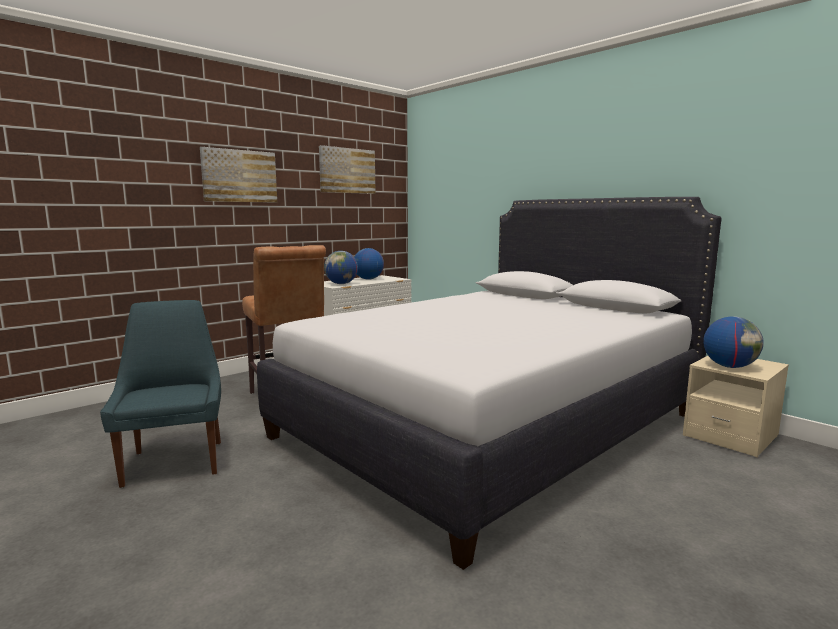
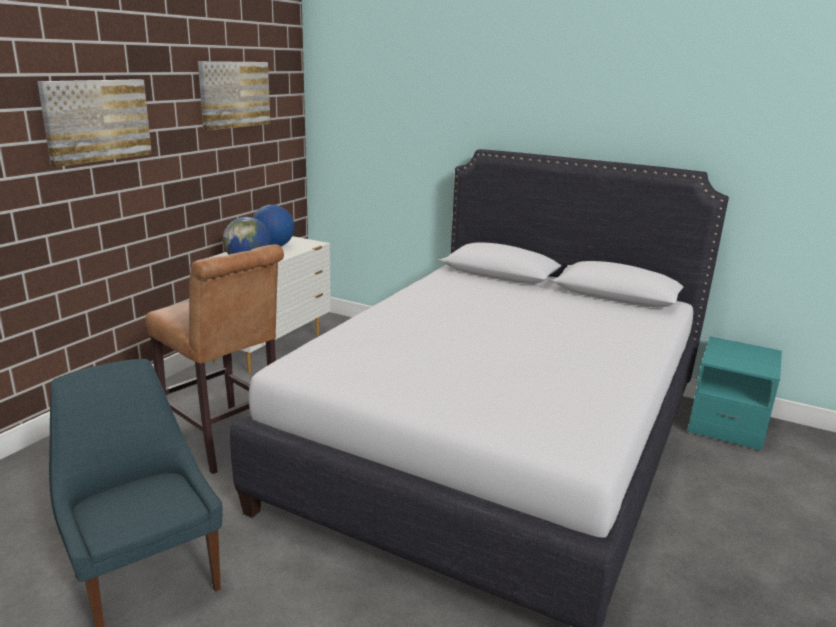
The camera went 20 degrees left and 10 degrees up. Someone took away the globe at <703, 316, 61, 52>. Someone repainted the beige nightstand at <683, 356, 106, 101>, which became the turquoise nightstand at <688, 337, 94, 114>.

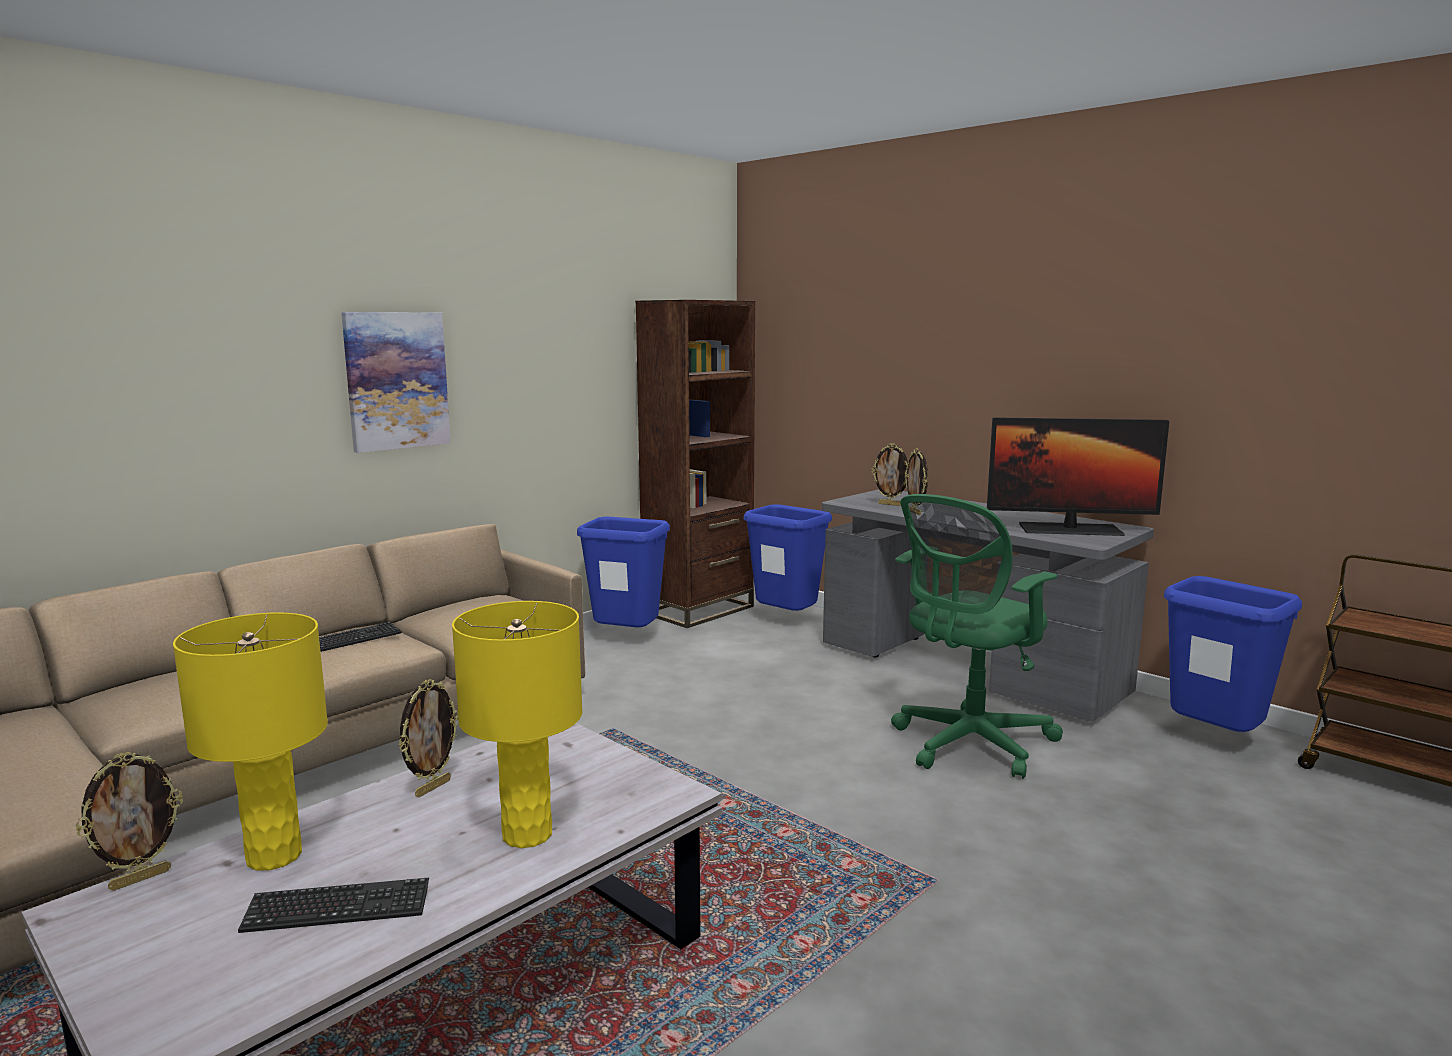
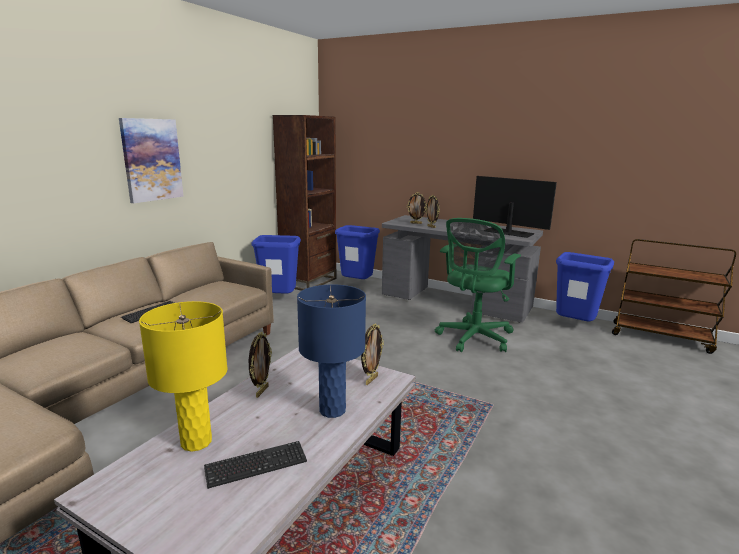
The camera went 15 degrees left and 5 degrees up. Someone carried the picture frame from <76, 752, 107, 139> to <361, 324, 23, 61>. Someone repainted the yellow table lamp at <452, 601, 131, 247>, which became the blue table lamp at <297, 284, 69, 134>. Someone rotated the monitor at <987, 417, 182, 119> by 135 degrees counterclockwise.

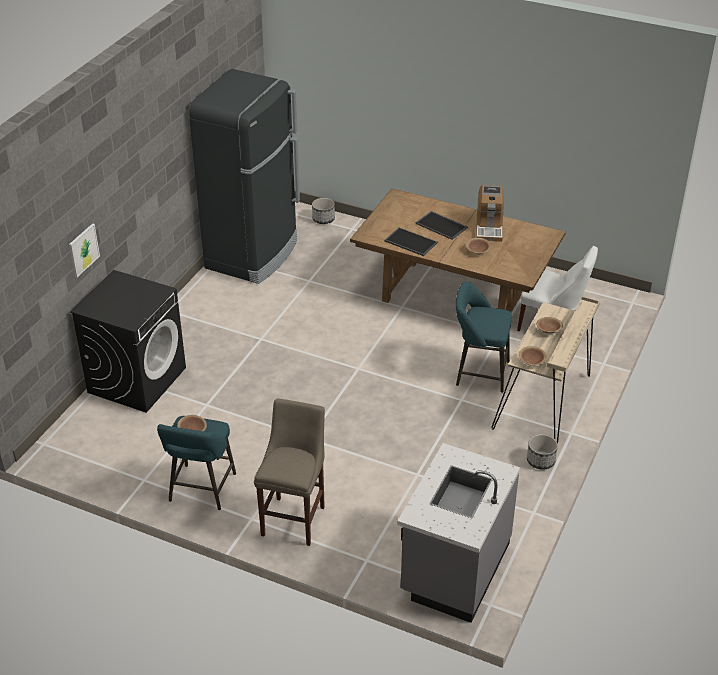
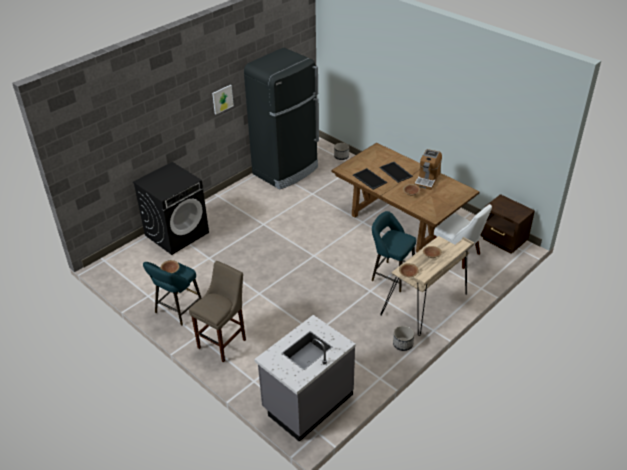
The camera went 20 degrees right and 0 degrees up. Someone put down the brown nightstand at <481, 194, 54, 60>. Someone carried the picture from <69, 223, 31, 54> to <212, 85, 22, 30>.

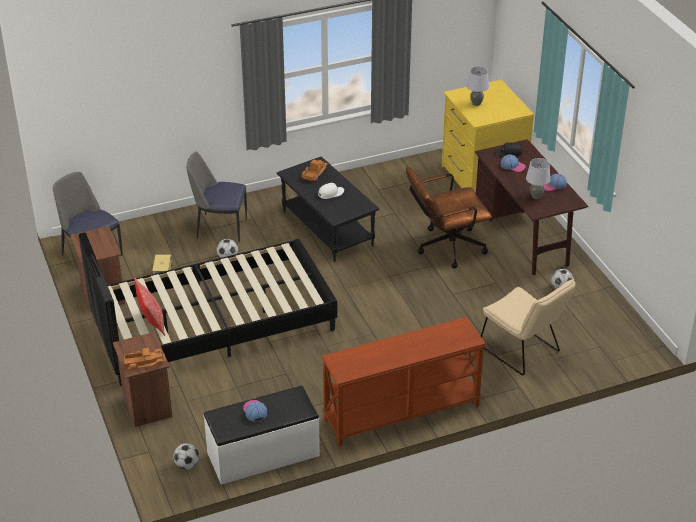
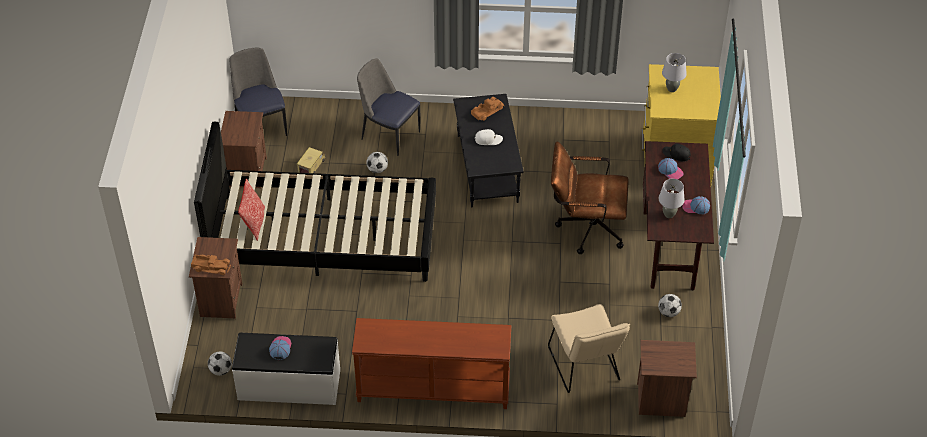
The camera went 25 degrees right and 10 degrees up. Someone put down the brown nightstand at <637, 340, 60, 77>.

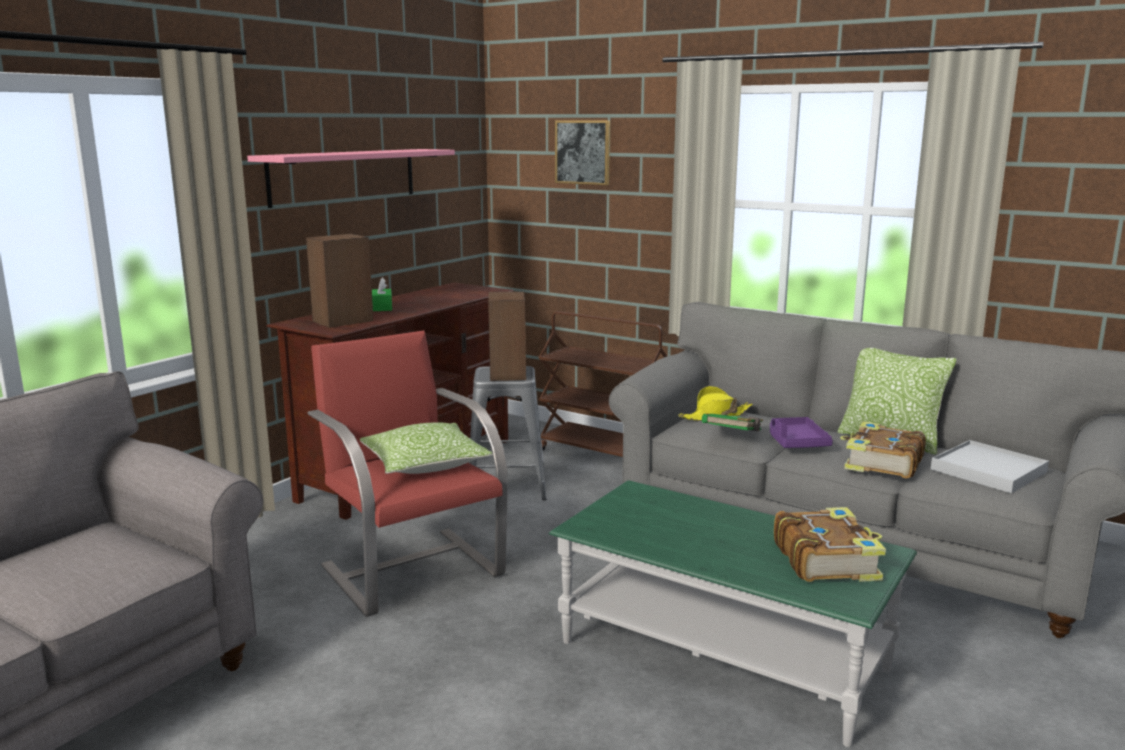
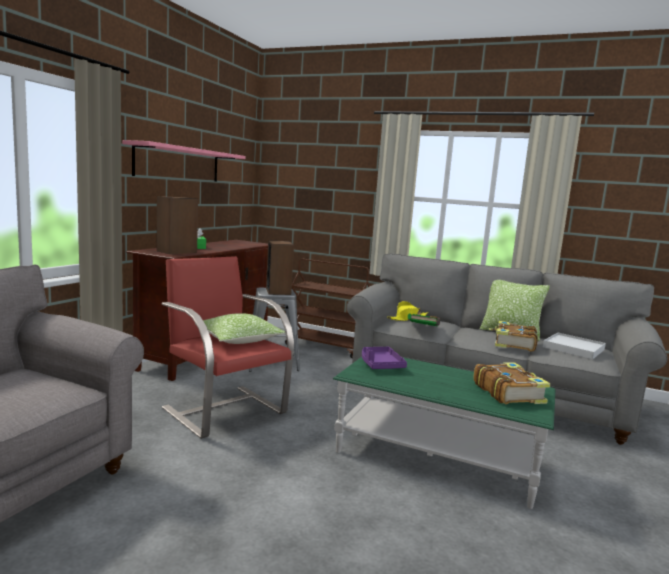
The camera went 10 degrees left and 5 degrees down. Someone took away the picture at <555, 120, 55, 65>. Someone carried the purple tray from <770, 417, 63, 31> to <362, 347, 45, 22>.

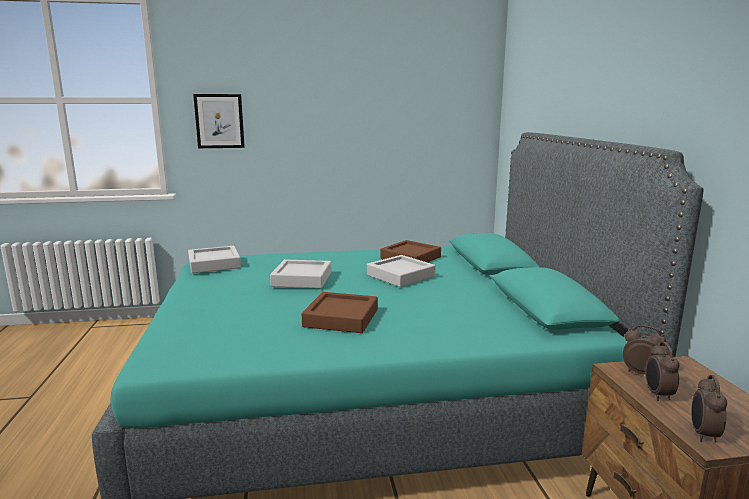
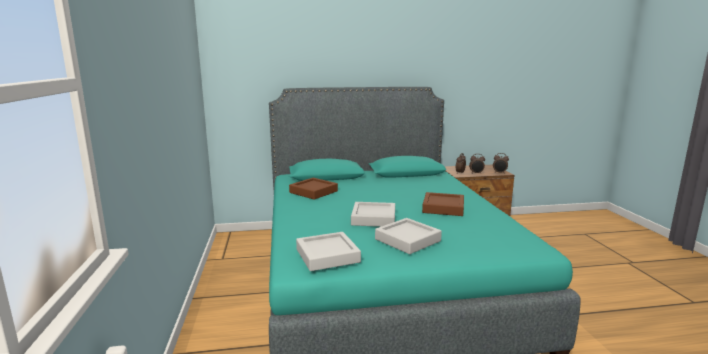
The camera went 90 degrees left and 0 degrees up. Someone took away the picture at <193, 94, 52, 54>. Someone carried the grey tray from <367, 255, 69, 32> to <375, 218, 67, 36>.

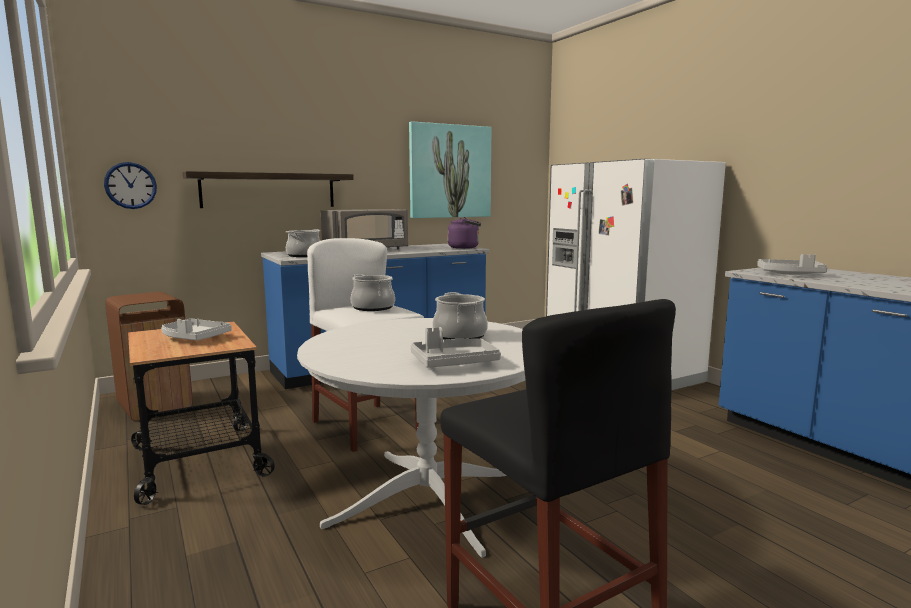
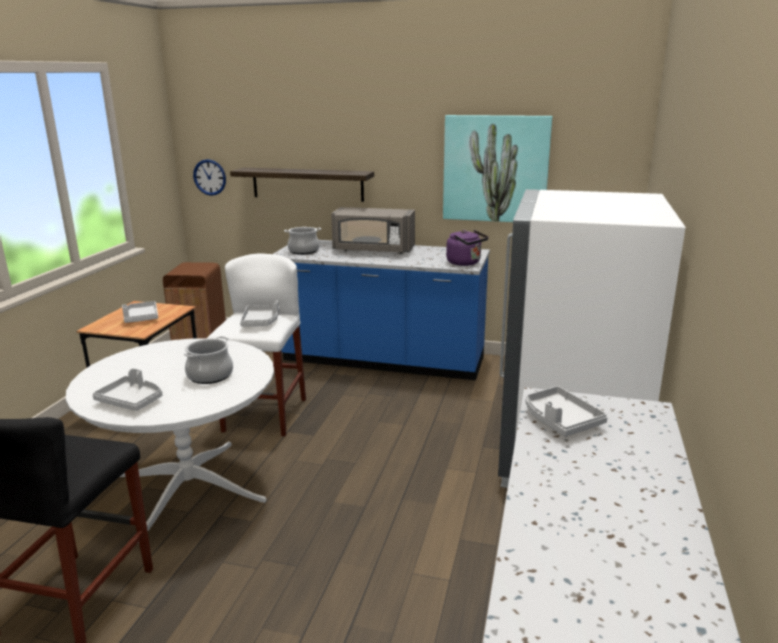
The camera went 45 degrees right and 10 degrees up. Someone swapped the cooking pot at <350, 274, 45, 37> for the grey tray at <240, 300, 40, 26>.

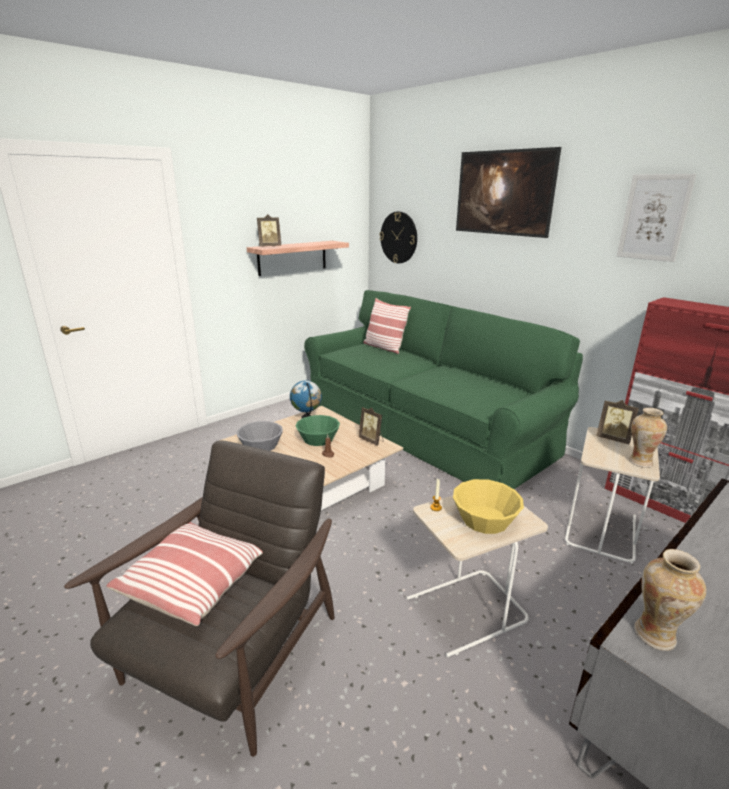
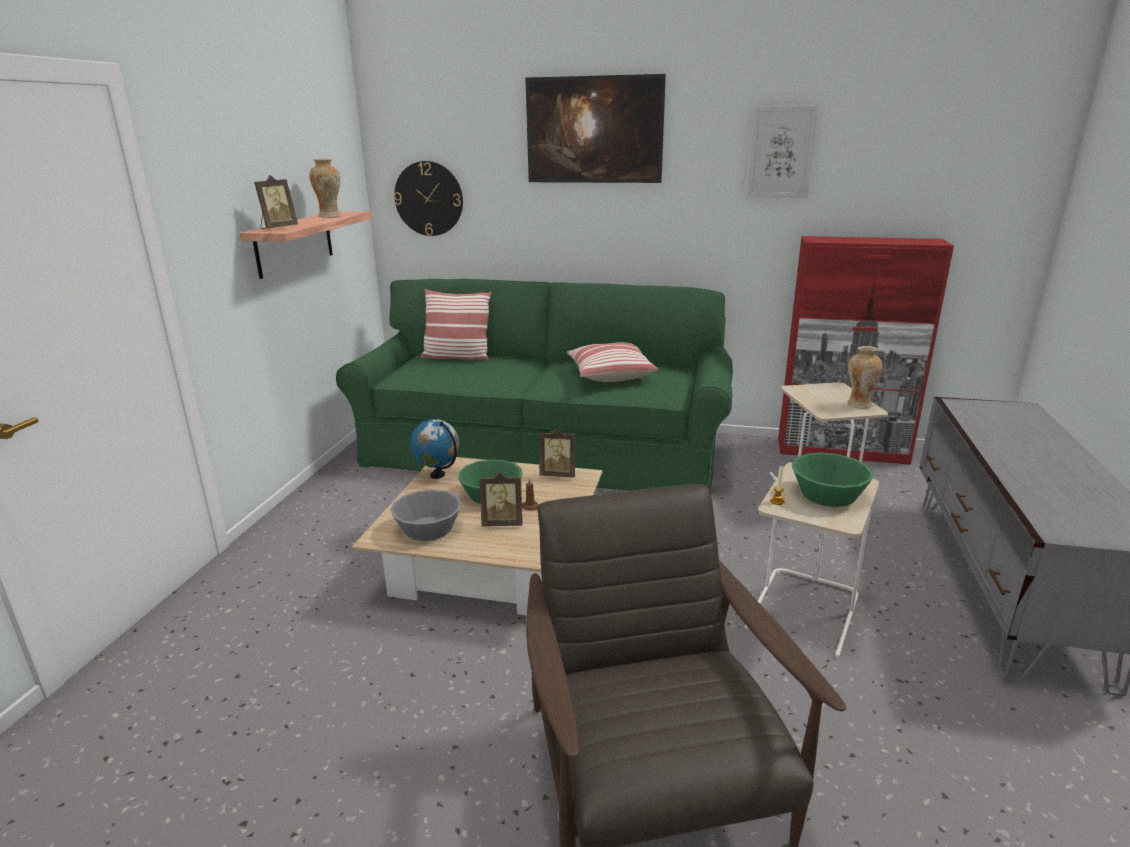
The camera went 35 degrees left and 0 degrees up. Someone carried the pillow from <106, 522, 157, 104> to <567, 342, 91, 40>. Someone carried the picture frame from <596, 400, 43, 44> to <480, 472, 42, 54>. Someone carried the vase from <634, 549, 72, 102> to <309, 159, 31, 59>. Someone repainted the yellow bowl at <453, 479, 71, 55>, which became the green bowl at <791, 453, 83, 54>.

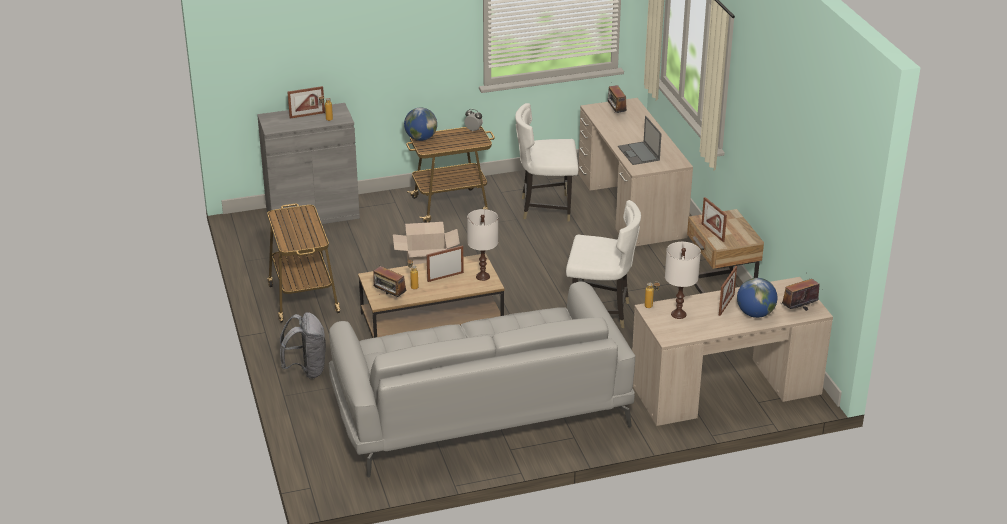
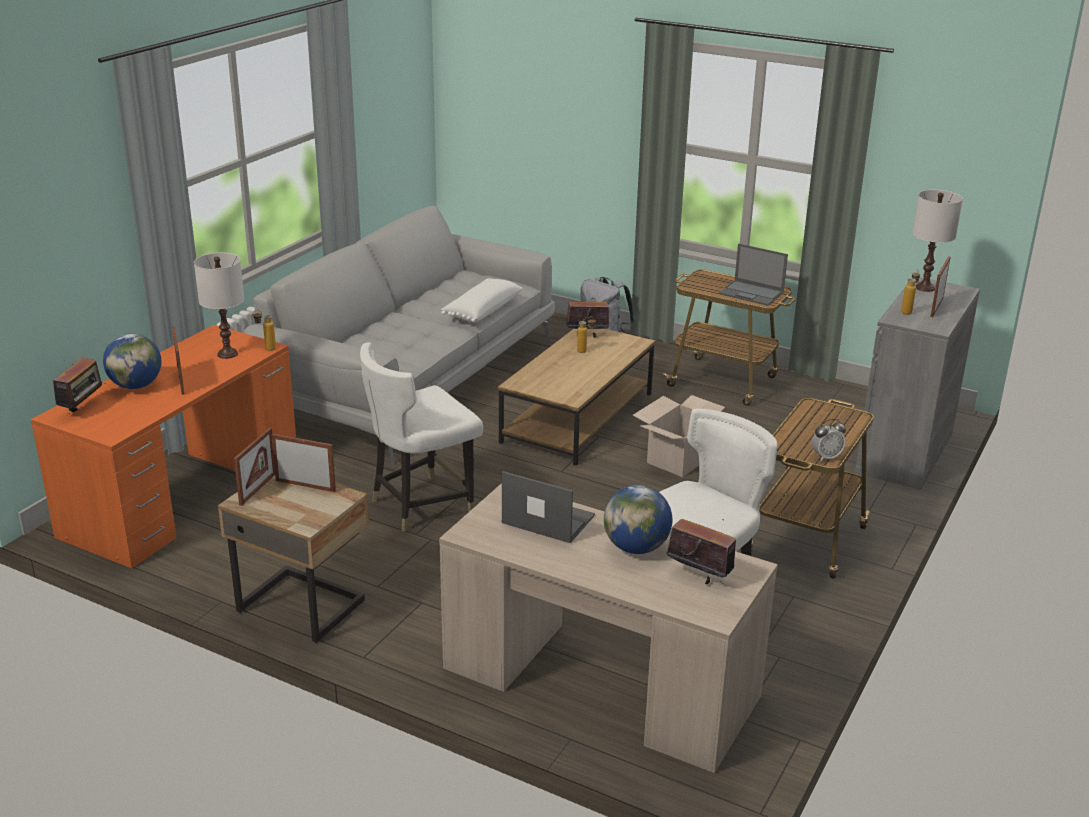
The camera went 135 degrees right and 5 degrees down. Someone put down the white pillow at <441, 278, 82, 45>. Someone put down the laptop at <719, 243, 69, 63>. Someone carried the globe from <404, 108, 33, 33> to <604, 485, 68, 69>. Someone carried the picture frame from <427, 245, 37, 37> to <234, 428, 41, 78>. Someone carried the white table lamp from <467, 209, 31, 72> to <912, 190, 51, 102>. Someone repainted the beige desk at <632, 277, 201, 149>, which became the orange desk at <31, 325, 265, 243>.

